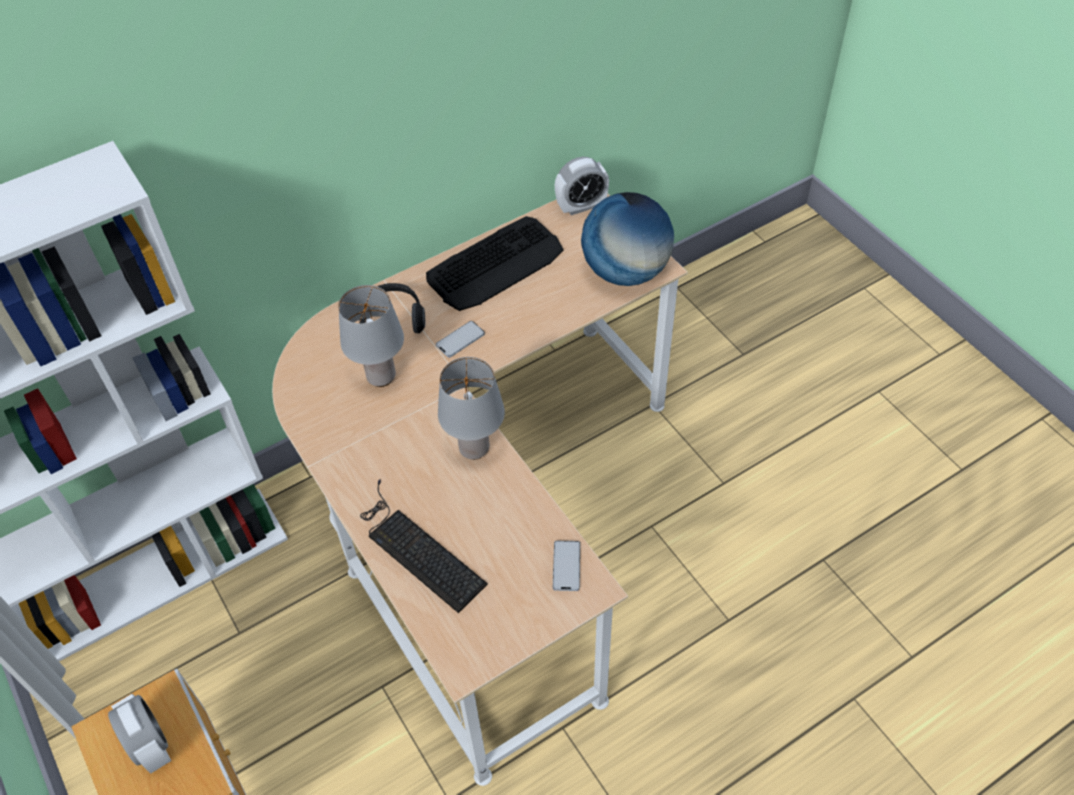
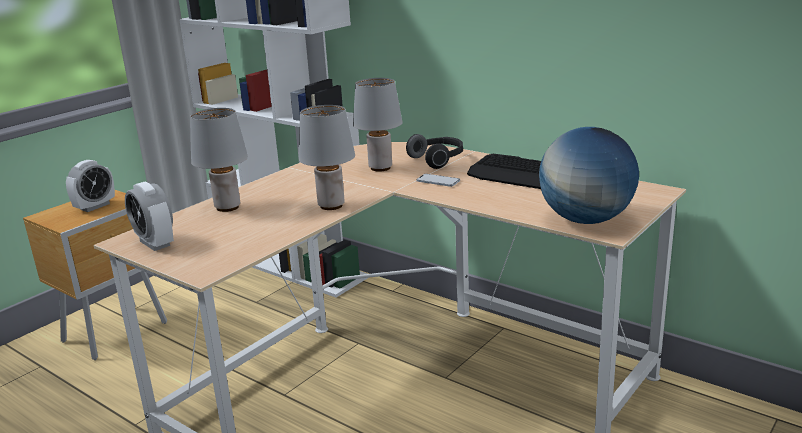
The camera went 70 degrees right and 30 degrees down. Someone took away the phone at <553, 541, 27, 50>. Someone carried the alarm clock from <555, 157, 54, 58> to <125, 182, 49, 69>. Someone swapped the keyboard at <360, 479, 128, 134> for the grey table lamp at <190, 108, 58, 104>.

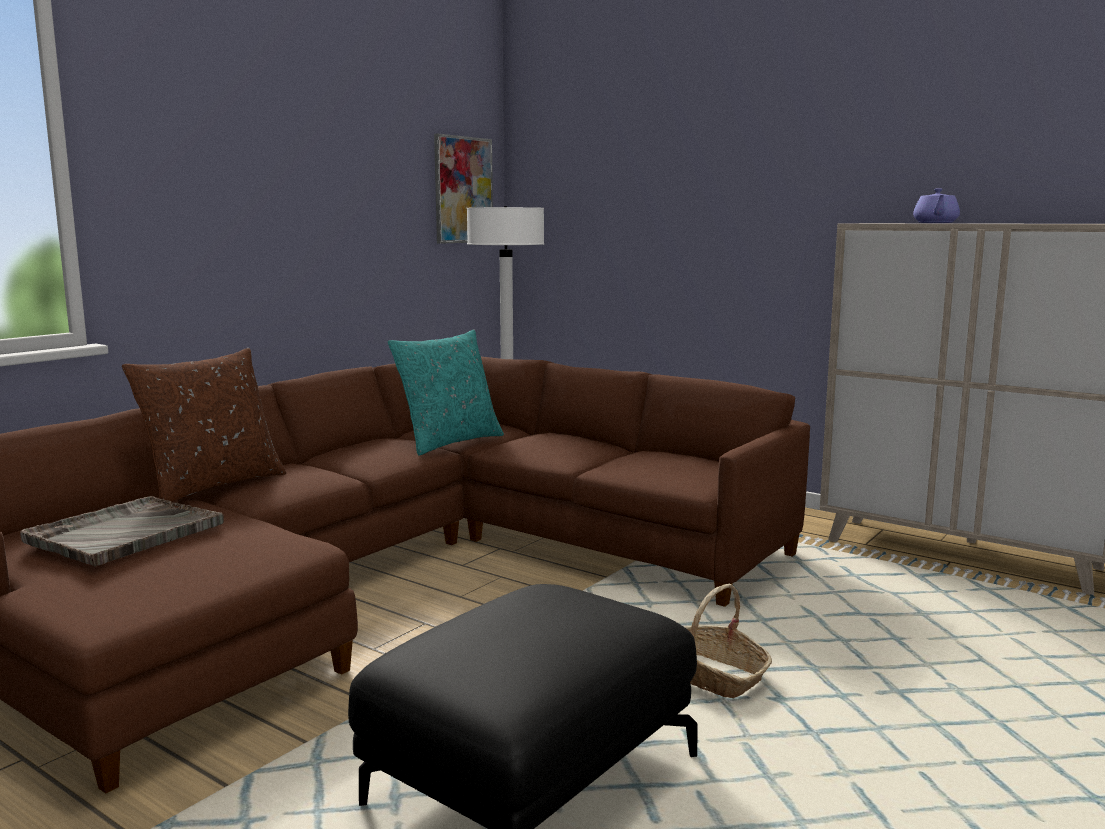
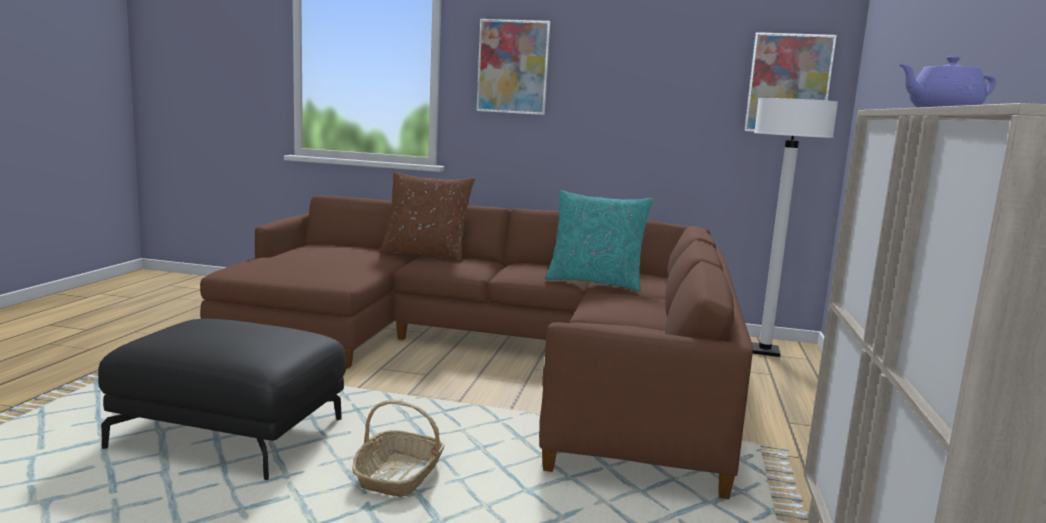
The camera went 65 degrees right and 0 degrees up. Someone took away the grey tray at <20, 496, 204, 71>. Someone put up the picture at <477, 19, 73, 96>.

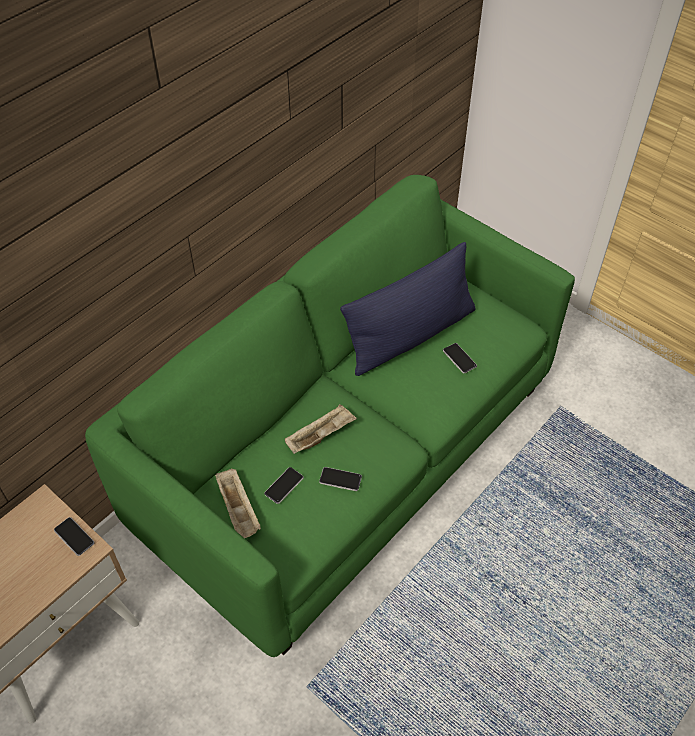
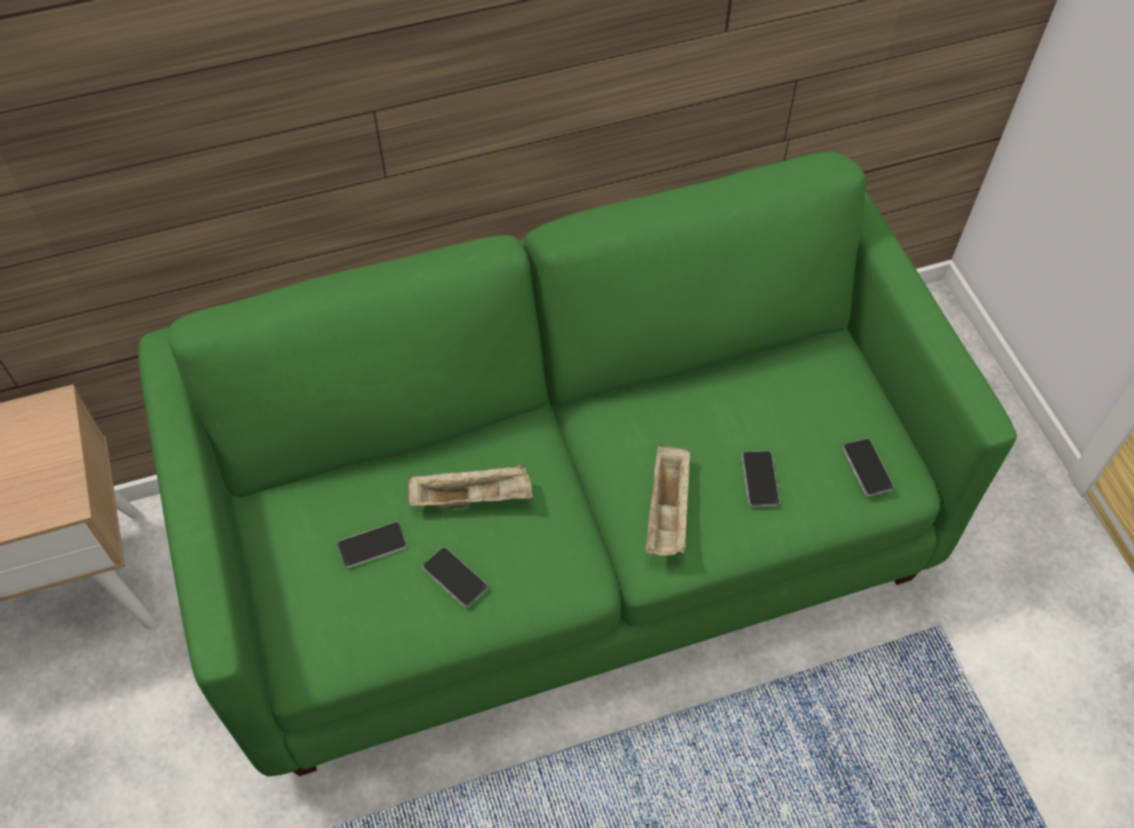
The camera went 30 degrees right and 5 degrees up. Someone took away the blue pillow at <340, 242, 136, 134>. Someone carried the phone from <54, 517, 41, 39> to <843, 438, 51, 58>. Someone carried the beige tray from <215, 468, 46, 70> to <645, 444, 46, 112>.

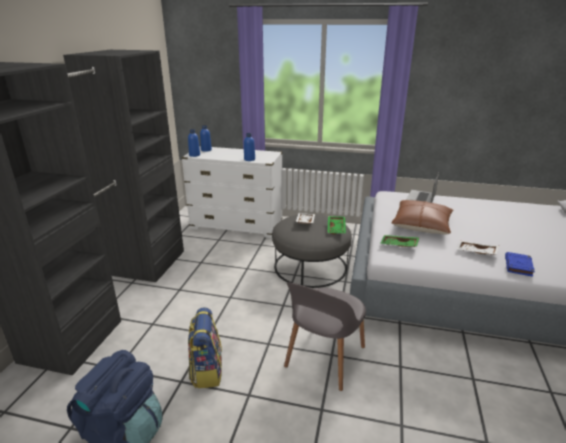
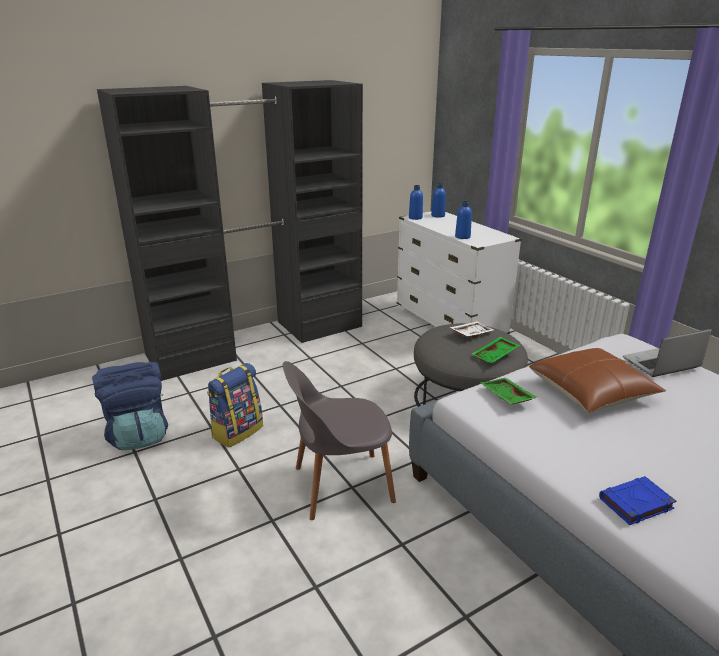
The camera went 45 degrees right and 0 degrees up. Someone took away the white tray at <457, 241, 42, 14>.

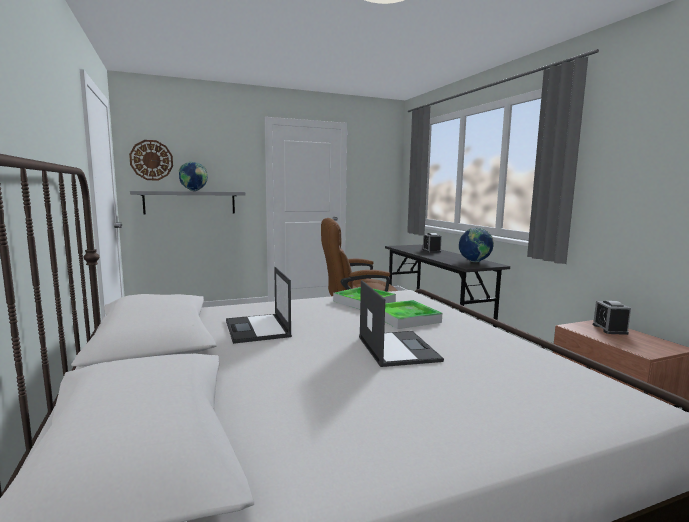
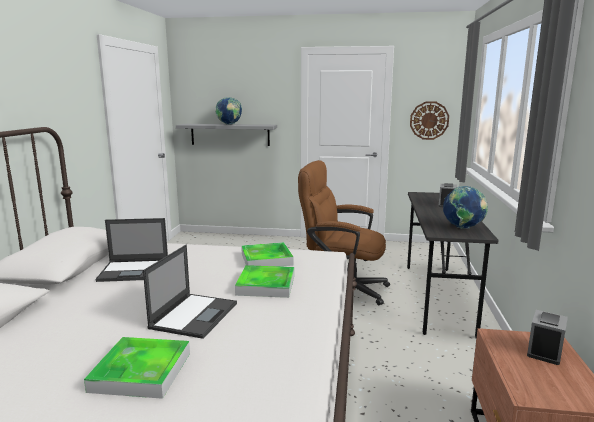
The camera went 30 degrees right and 5 degrees up. Someone put down the tray at <84, 337, 106, 62>. Someone carried the wall clock from <129, 140, 44, 40> to <410, 101, 39, 39>. Someone rotated the laptop at <226, 267, 66, 77> by 105 degrees counterclockwise.

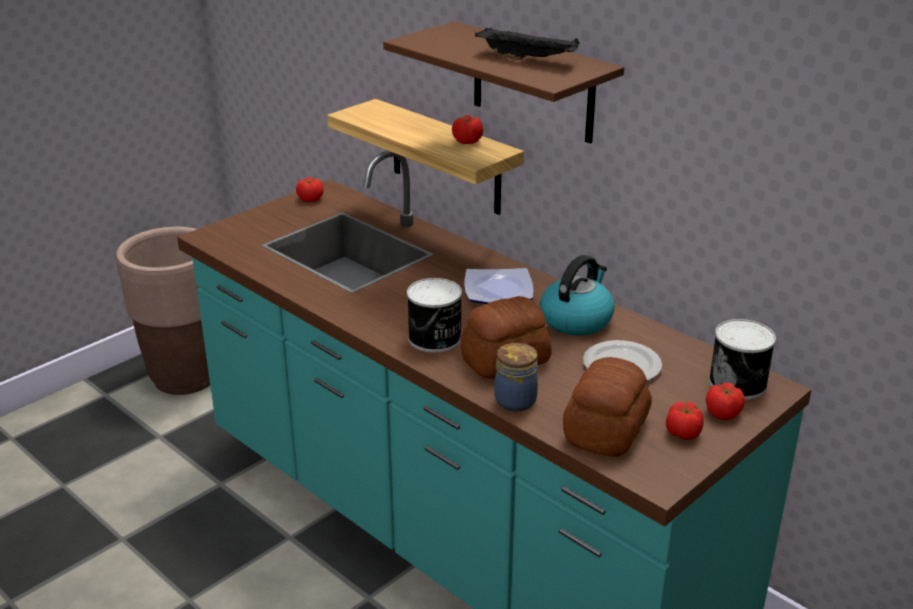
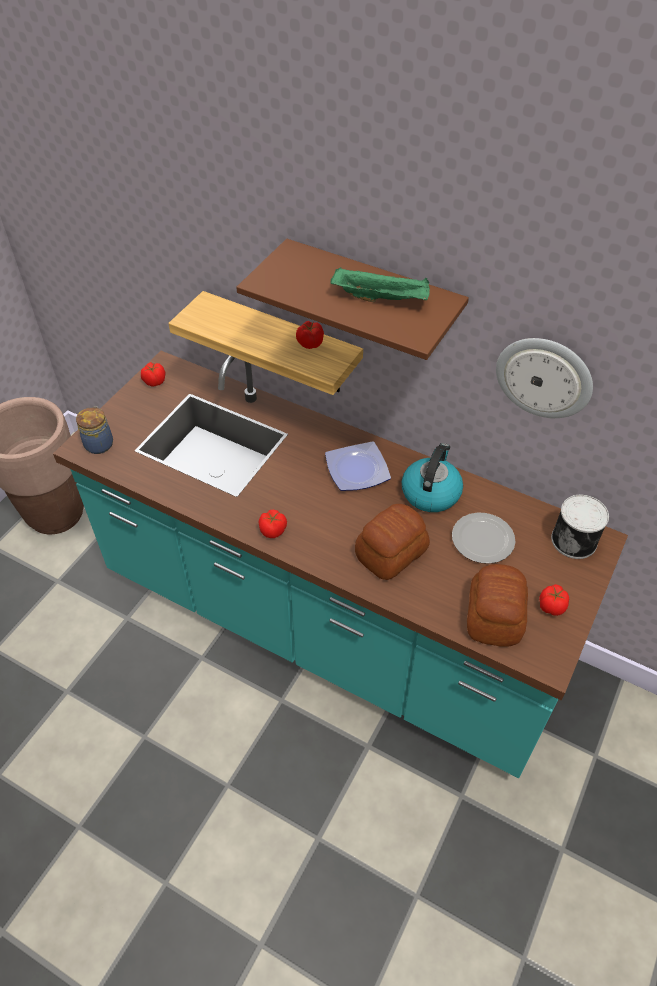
The camera went 15 degrees left and 20 degrees up. Someone took away the can at <407, 278, 55, 75>. Someone put up the wall clock at <496, 338, 97, 80>. Someone carried the jar from <494, 343, 44, 68> to <76, 406, 37, 48>. Someone carried the tomato from <706, 383, 39, 37> to <259, 510, 28, 28>. Someone repainted the black tray at <475, 27, 104, 33>, which became the green tray at <331, 267, 99, 35>.

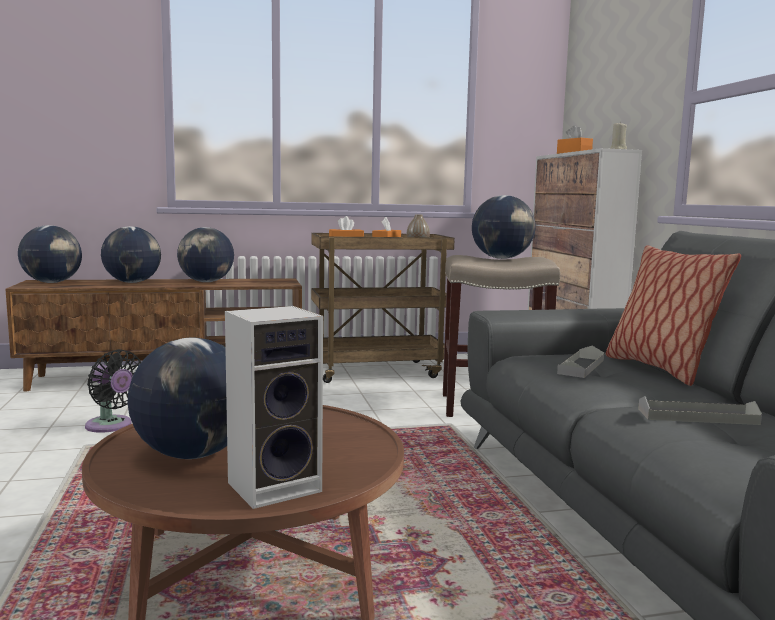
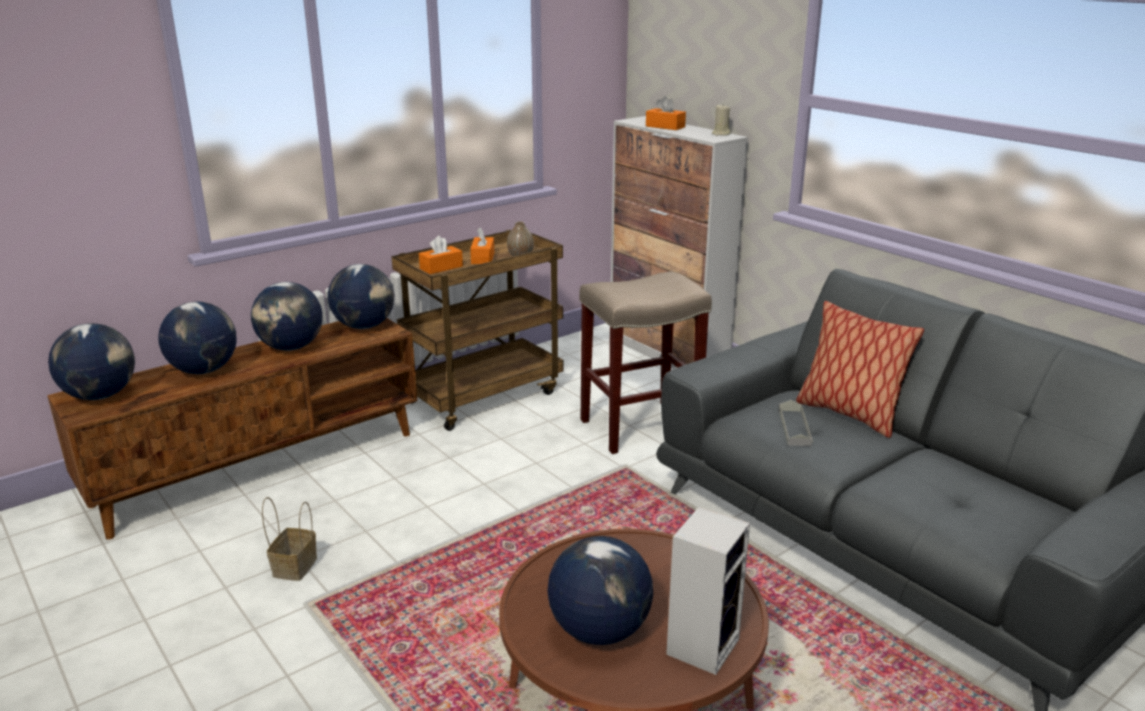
The camera went 25 degrees left and 15 degrees up. Someone took away the grey tray at <638, 396, 124, 29>. Someone carried the globe from <472, 195, 64, 64> to <328, 264, 66, 65>. Someone swapped the black fan at <85, 349, 56, 84> for the basket at <262, 497, 55, 84>.

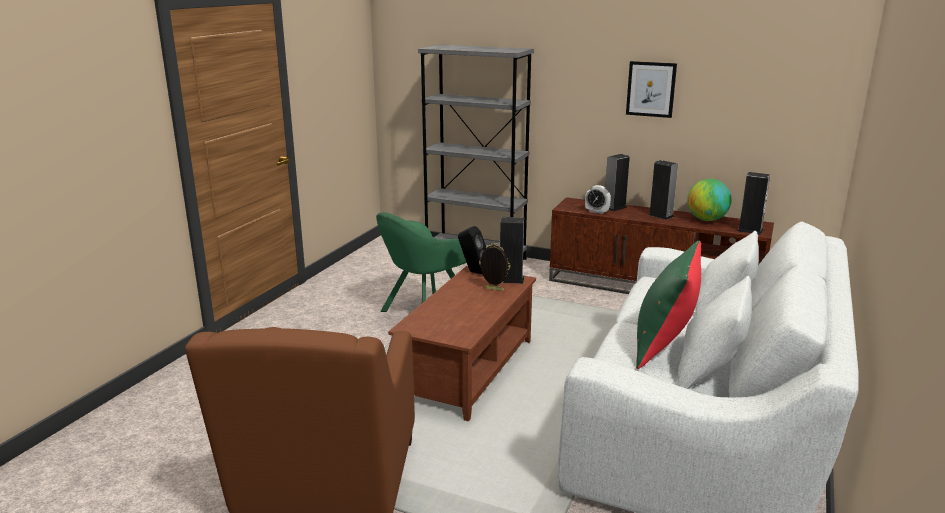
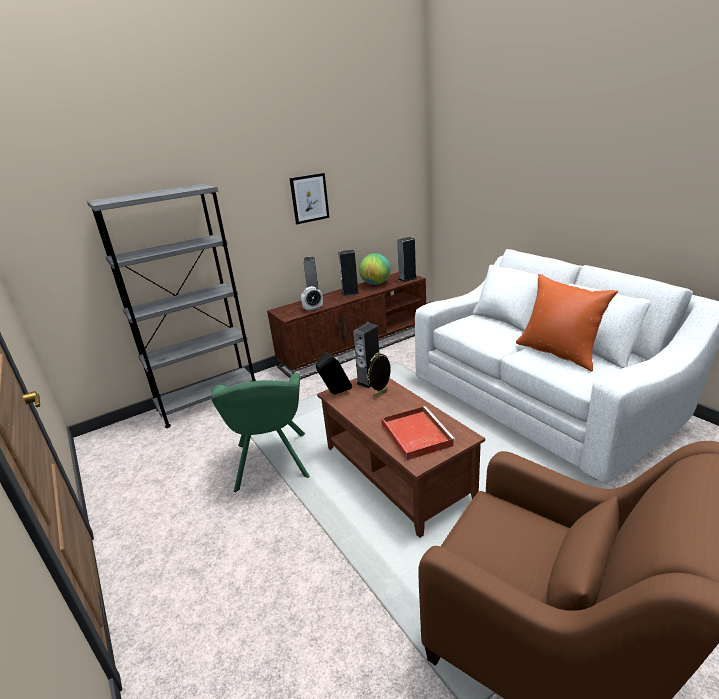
The camera went 55 degrees left and 5 degrees up. Someone put down the red tray at <382, 406, 74, 54>. Someone repainted the green pillow at <636, 241, 65, 128>, which became the orange pillow at <516, 274, 102, 98>.

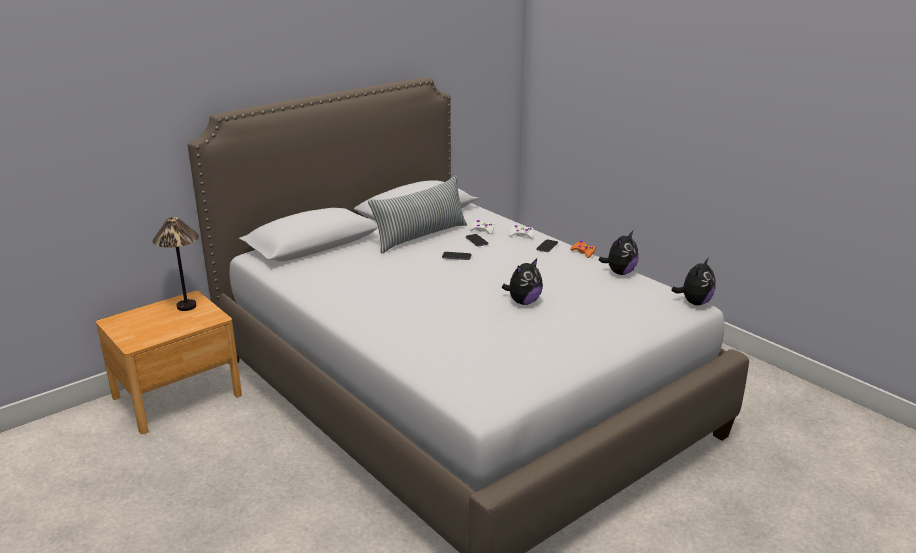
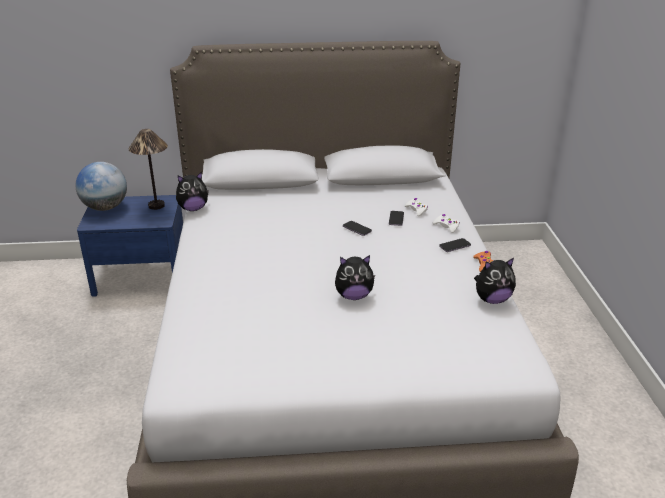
The camera went 35 degrees right and 5 degrees up. Someone took away the pillow at <368, 176, 99, 77>. Someone put down the globe at <75, 162, 52, 49>. Someone carried the plush toy from <671, 257, 45, 48> to <176, 172, 33, 39>. Someone repainted the brown nightstand at <96, 291, 146, 143>, which became the blue nightstand at <77, 195, 106, 102>.

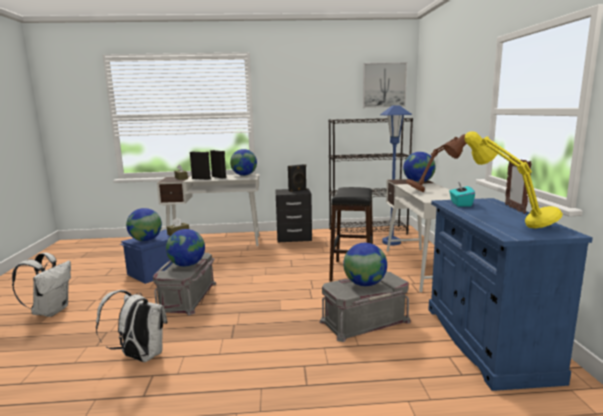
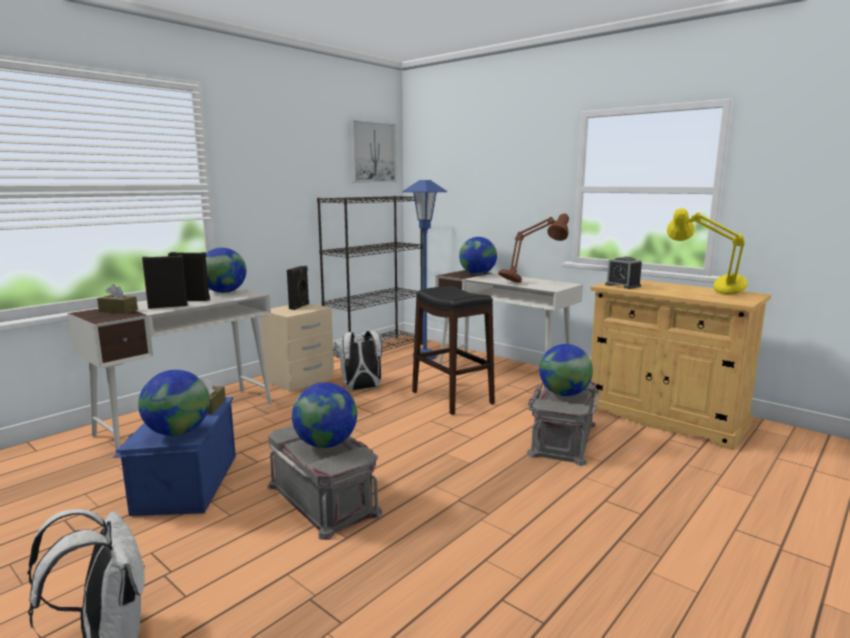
The camera went 45 degrees left and 0 degrees up. Someone took away the picture frame at <505, 158, 27, 56>. Someone carried the white backpack from <96, 290, 71, 72> to <334, 331, 48, 59>. Someone swapped the turquoise tissue box at <449, 182, 26, 25> for the alarm clock at <605, 257, 37, 32>. Someone repainted the black nightstand at <275, 188, 37, 54>, which became the beige nightstand at <261, 303, 73, 89>. Someone repainted the blue cabinet at <428, 198, 165, 193>, which became the beige cabinet at <590, 280, 181, 170>.

